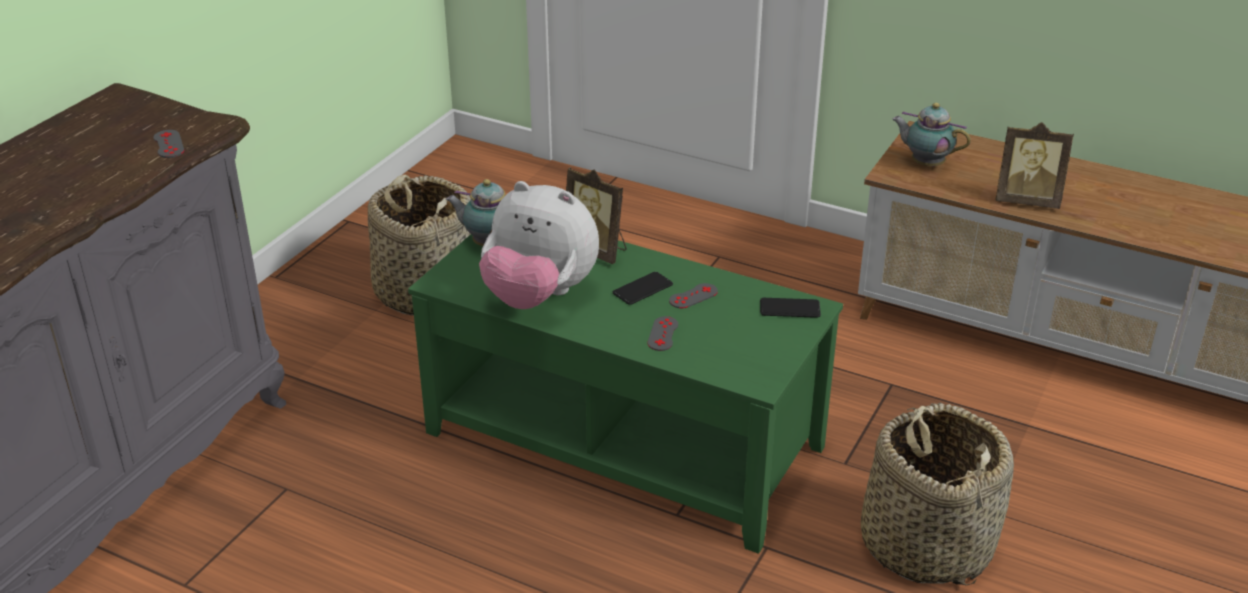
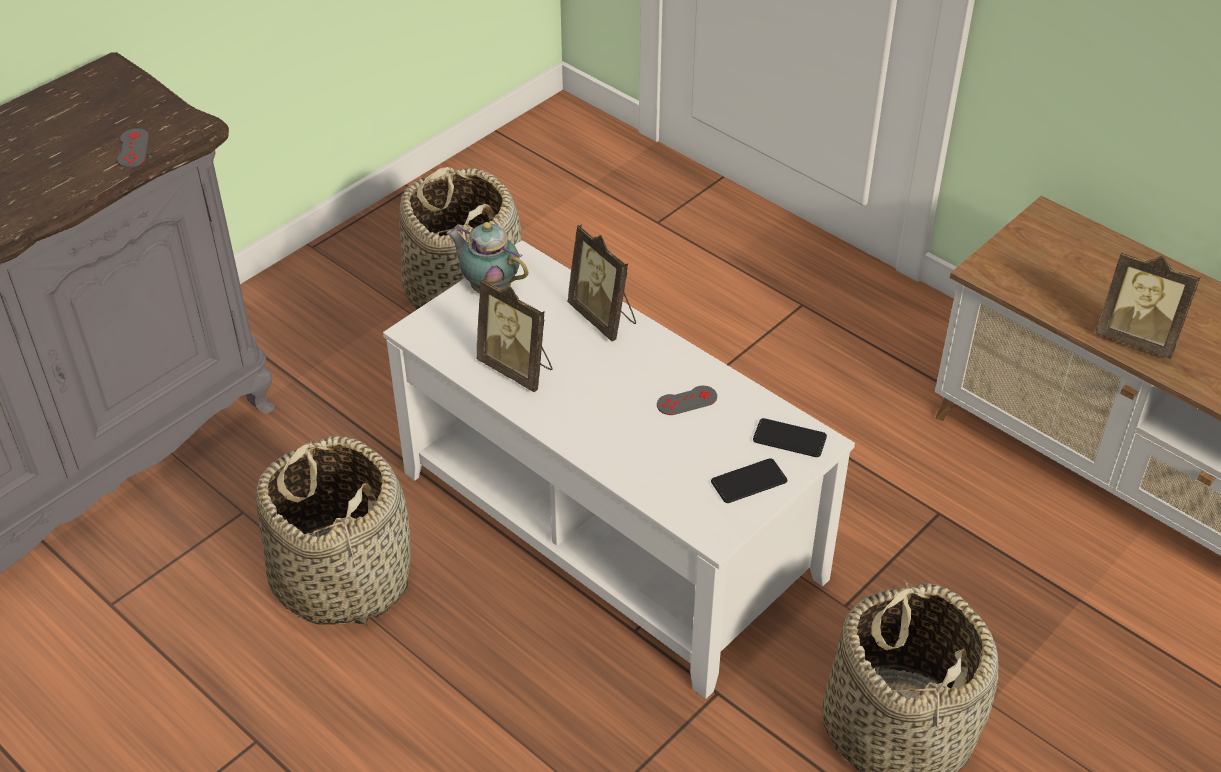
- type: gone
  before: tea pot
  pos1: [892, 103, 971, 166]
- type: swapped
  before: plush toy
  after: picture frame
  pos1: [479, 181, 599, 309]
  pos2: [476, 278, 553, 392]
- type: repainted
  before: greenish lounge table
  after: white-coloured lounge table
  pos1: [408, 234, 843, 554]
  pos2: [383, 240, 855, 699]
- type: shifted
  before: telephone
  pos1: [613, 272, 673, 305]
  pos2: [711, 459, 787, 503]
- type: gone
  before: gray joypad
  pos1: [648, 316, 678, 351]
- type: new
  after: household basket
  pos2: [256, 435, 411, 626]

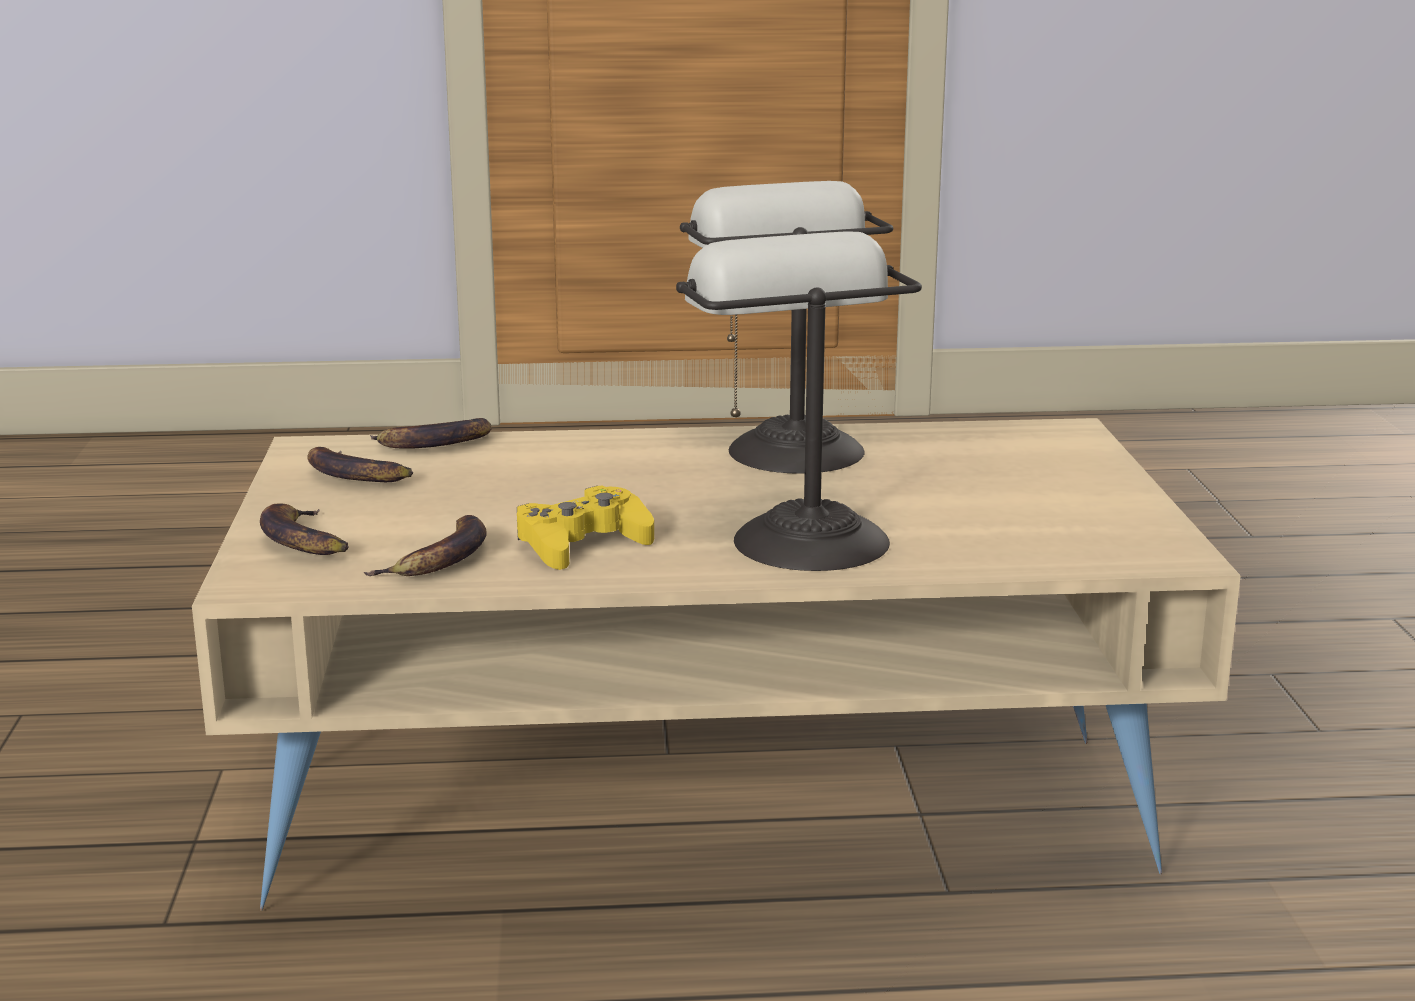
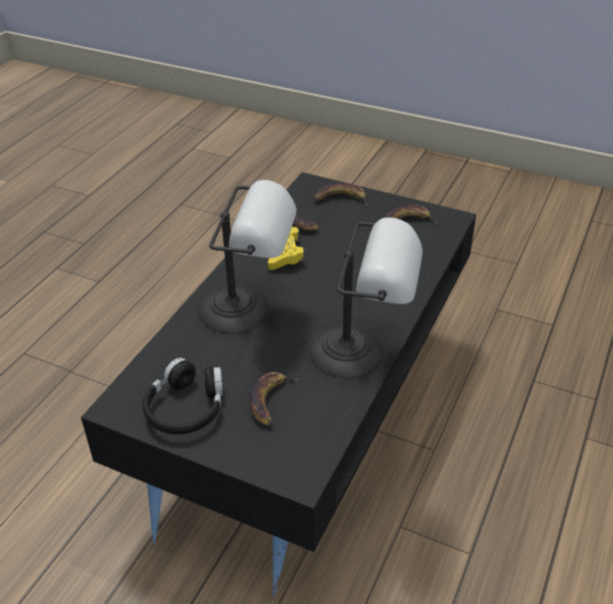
- type: repainted
  before: beige-coloured lounge table
  after: blackish lounge table
  pos1: [192, 418, 1241, 911]
  pos2: [81, 172, 476, 600]
- type: shifted
  before: banana fruit
  pos1: [370, 418, 492, 449]
  pos2: [250, 372, 299, 426]
- type: new
  after: blackish headphones
  pos2: [143, 358, 223, 434]

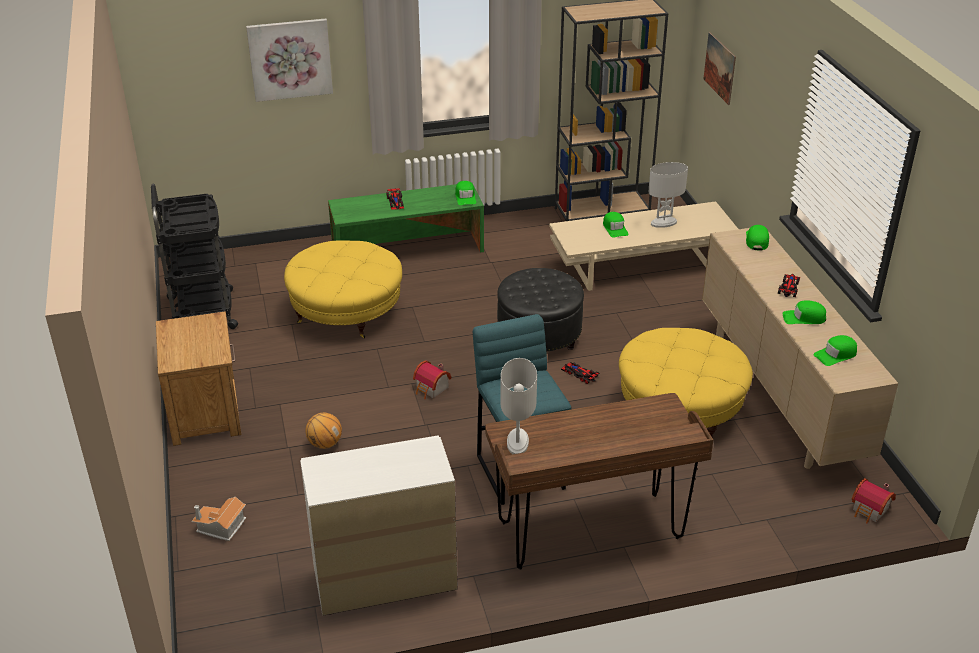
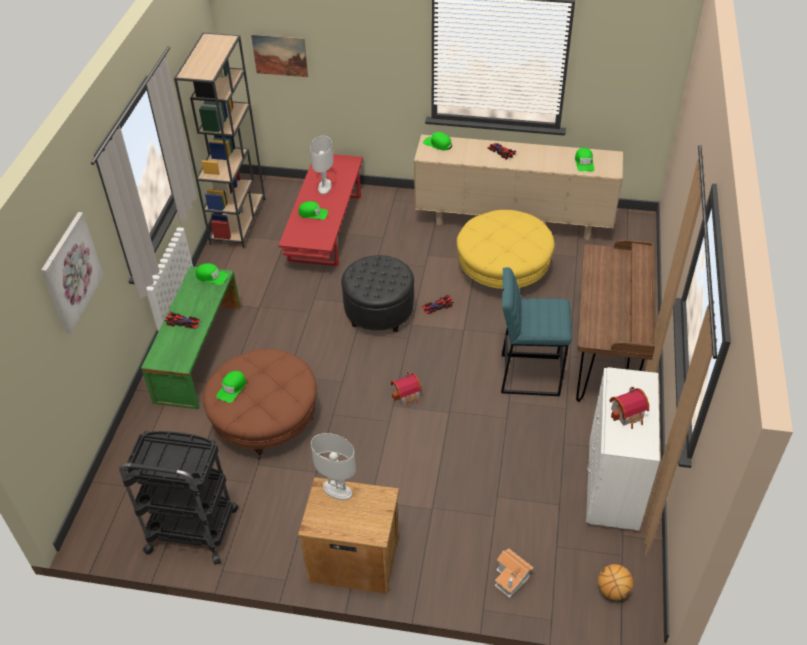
- type: repainted
  before: beige-coloured lounge table
  after: red lounge table
  pos1: [549, 201, 738, 291]
  pos2: [278, 154, 363, 266]
- type: repainted
  before: yellow-coloured ottoman
  after: brownish ottoman
  pos1: [284, 240, 402, 338]
  pos2: [203, 349, 317, 460]
- type: shifted
  before: greenish baseball cap
  pos1: [782, 301, 826, 324]
  pos2: [216, 371, 246, 403]
- type: shifted
  before: white-coloured tabletop lamp
  pos1: [501, 358, 537, 454]
  pos2: [311, 433, 356, 500]
- type: shifted
  before: basketball
  pos1: [306, 413, 342, 449]
  pos2: [598, 564, 633, 600]
- type: shifted
  before: miniature house
  pos1: [851, 478, 896, 523]
  pos2: [609, 387, 649, 429]

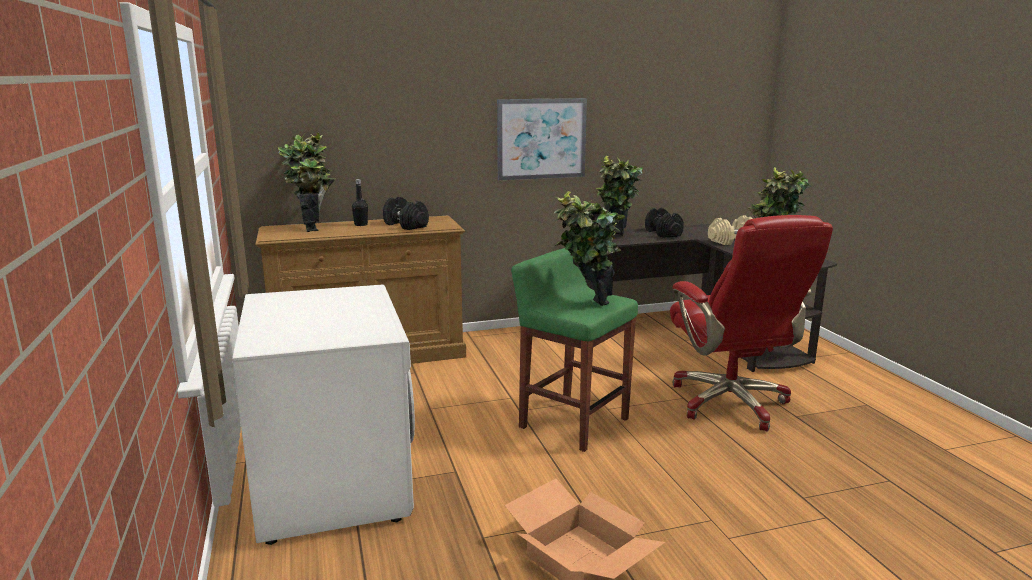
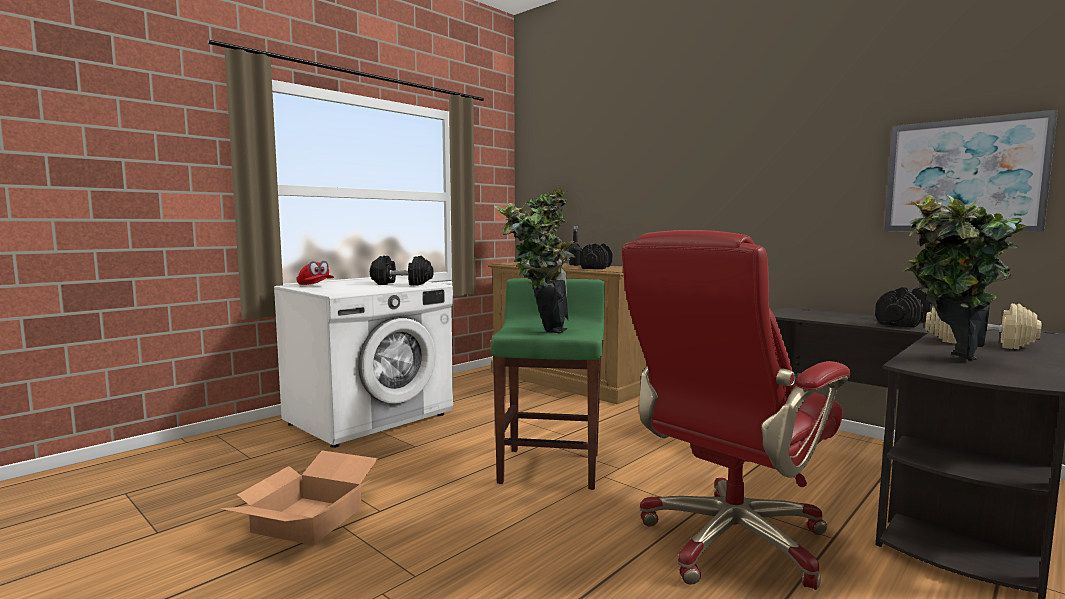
- type: shifted
  before: wall art
  pos1: [497, 98, 587, 181]
  pos2: [884, 109, 1058, 232]
- type: gone
  before: plant in a pot
  pos1: [596, 156, 643, 236]
- type: new
  after: blackish free weight
  pos2: [370, 256, 434, 285]
- type: new
  after: red baseball cap
  pos2: [296, 261, 334, 285]

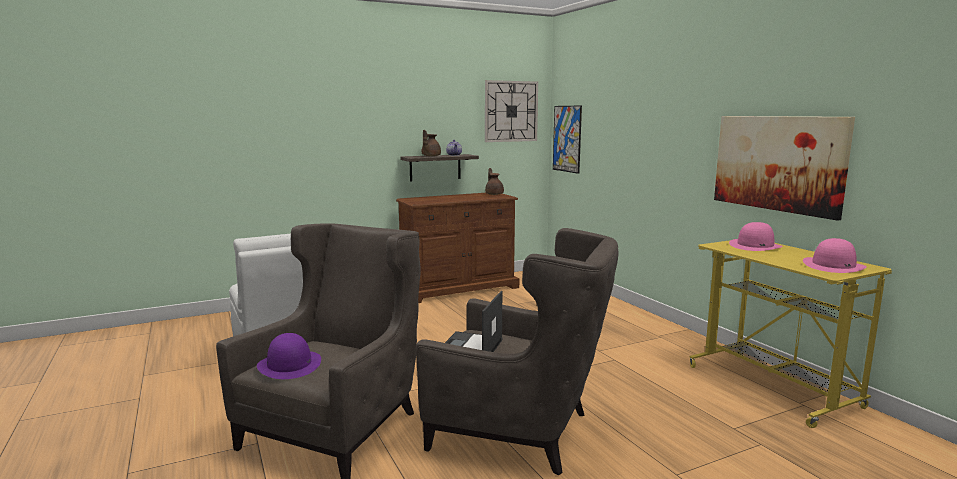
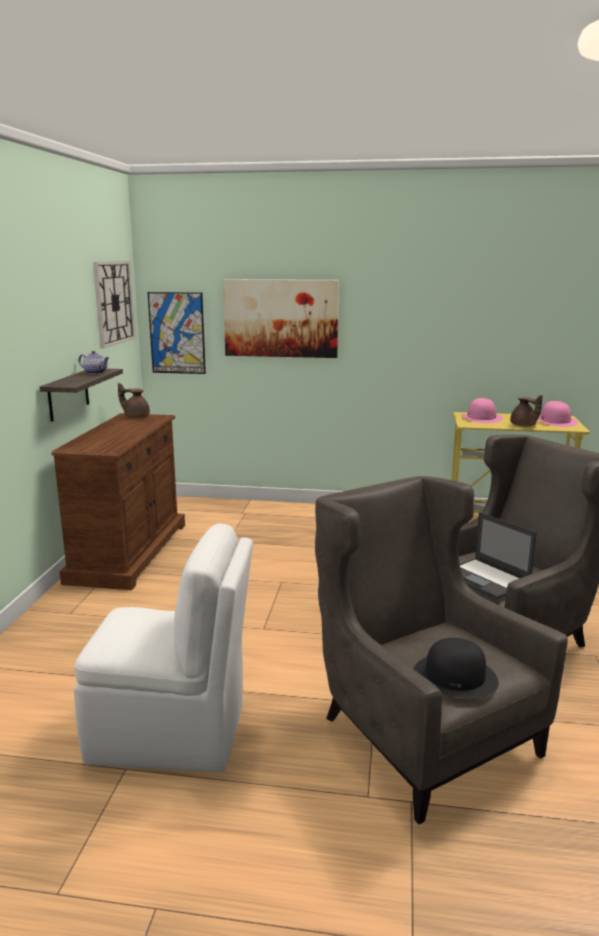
- type: shifted
  before: wall art
  pos1: [714, 116, 855, 221]
  pos2: [223, 279, 339, 358]
- type: shifted
  before: brownish tea pot
  pos1: [422, 130, 441, 156]
  pos2: [510, 395, 543, 427]
- type: repainted
  before: purple-coloured hat
  after: blackish hat
  pos1: [257, 333, 321, 379]
  pos2: [413, 638, 499, 698]

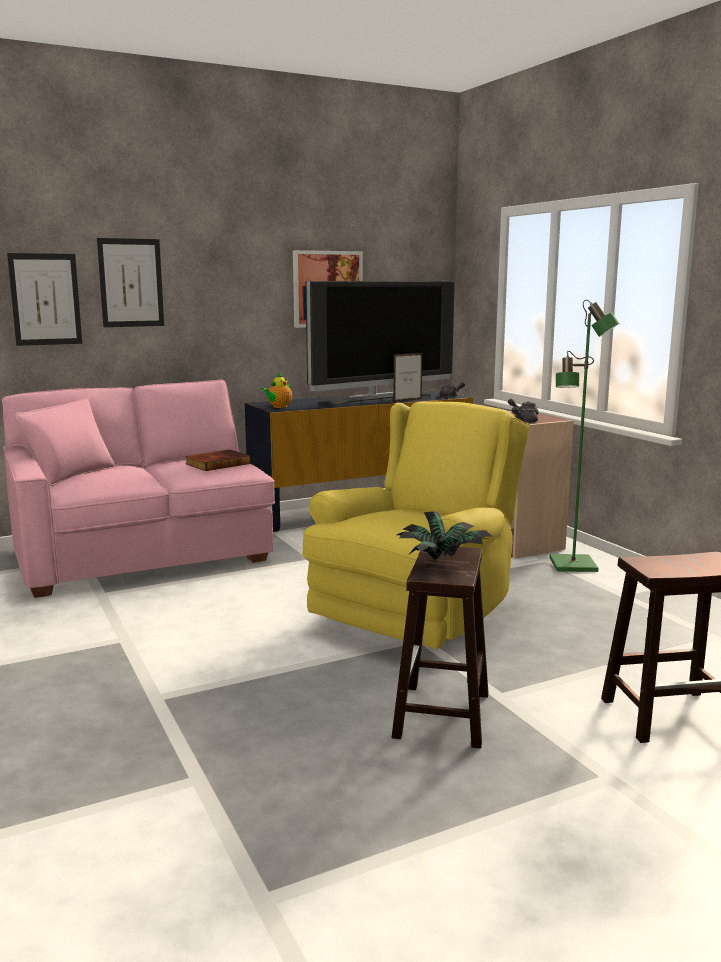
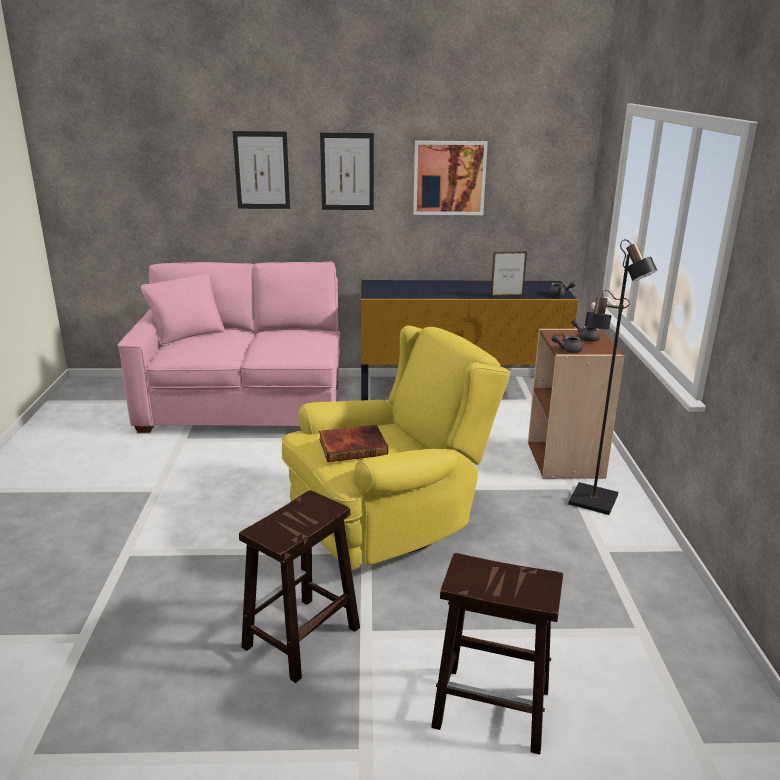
- type: shifted
  before: wall art
  pos1: [7, 253, 82, 346]
  pos2: [320, 133, 374, 210]
- type: gone
  before: TV
  pos1: [306, 281, 455, 406]
- type: repainted
  before: greenish floor lamp
  after: blackish floor lamp
  pos1: [549, 300, 619, 572]
  pos2: [568, 239, 657, 515]
- type: gone
  before: tea pot
  pos1: [261, 372, 292, 408]
- type: shifted
  before: volume
  pos1: [185, 449, 251, 471]
  pos2: [319, 425, 388, 462]
- type: gone
  before: plant in a pot
  pos1: [397, 511, 492, 560]

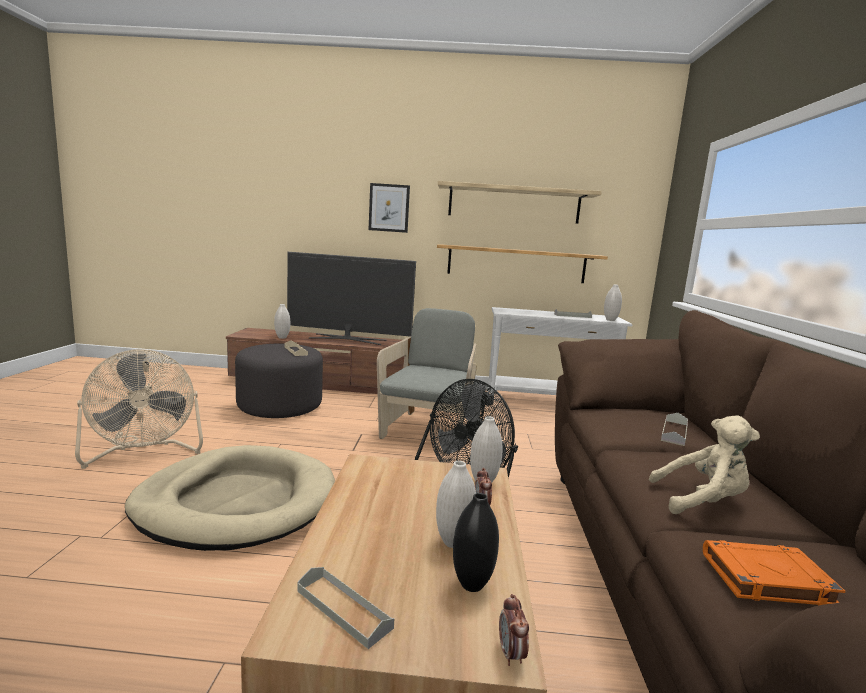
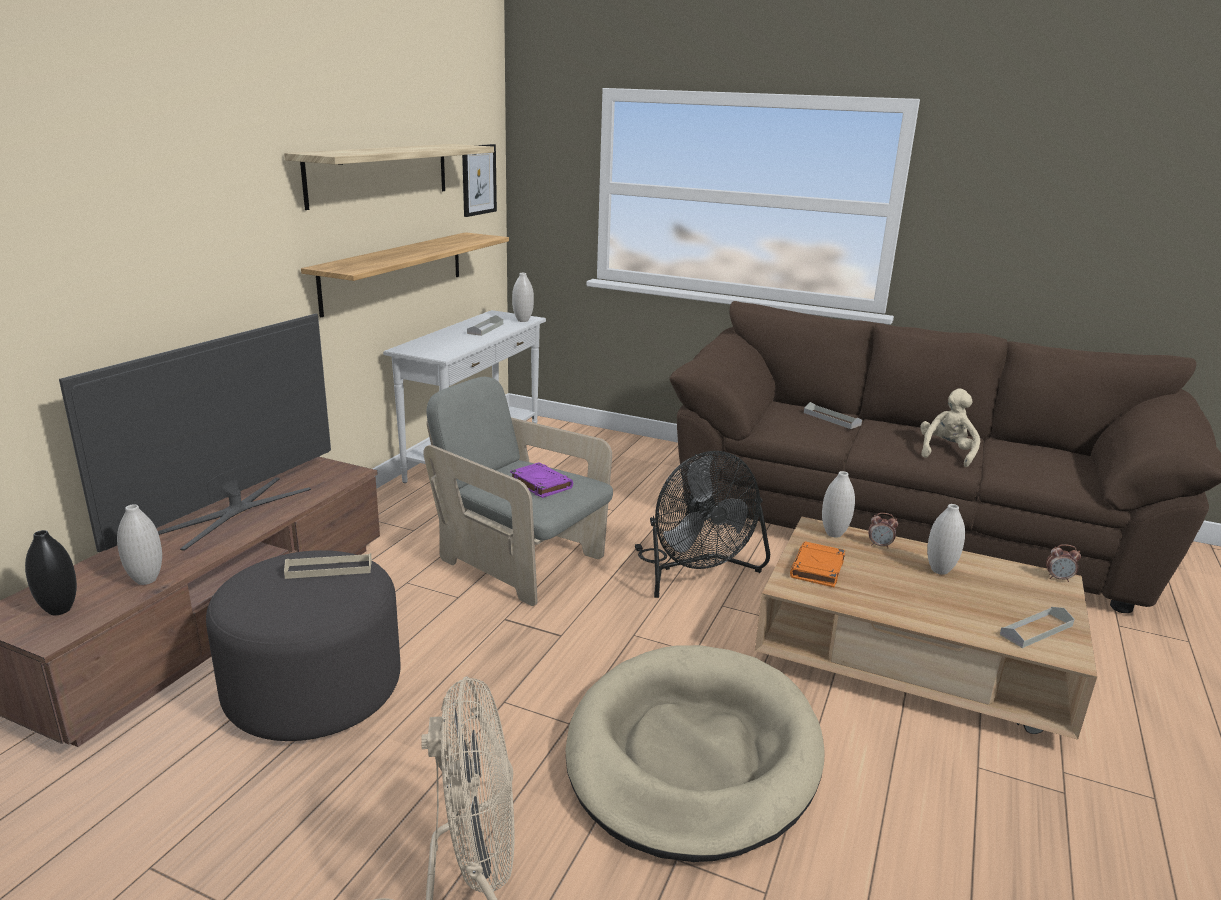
- type: shifted
  before: wall art
  pos1: [369, 183, 410, 233]
  pos2: [462, 144, 497, 217]
- type: shifted
  before: blackish flower vase
  pos1: [453, 493, 499, 592]
  pos2: [25, 530, 77, 615]
- type: shifted
  before: orangey volume
  pos1: [703, 540, 845, 606]
  pos2: [790, 542, 845, 587]
- type: new
  after: purple-coloured volume
  pos2: [510, 463, 573, 498]

